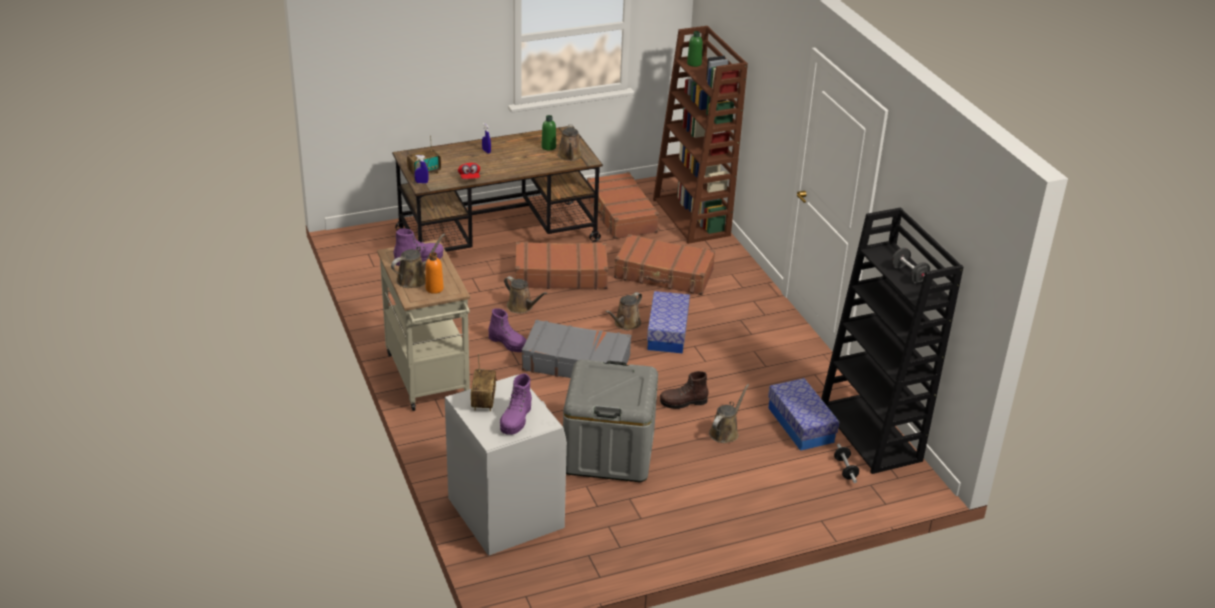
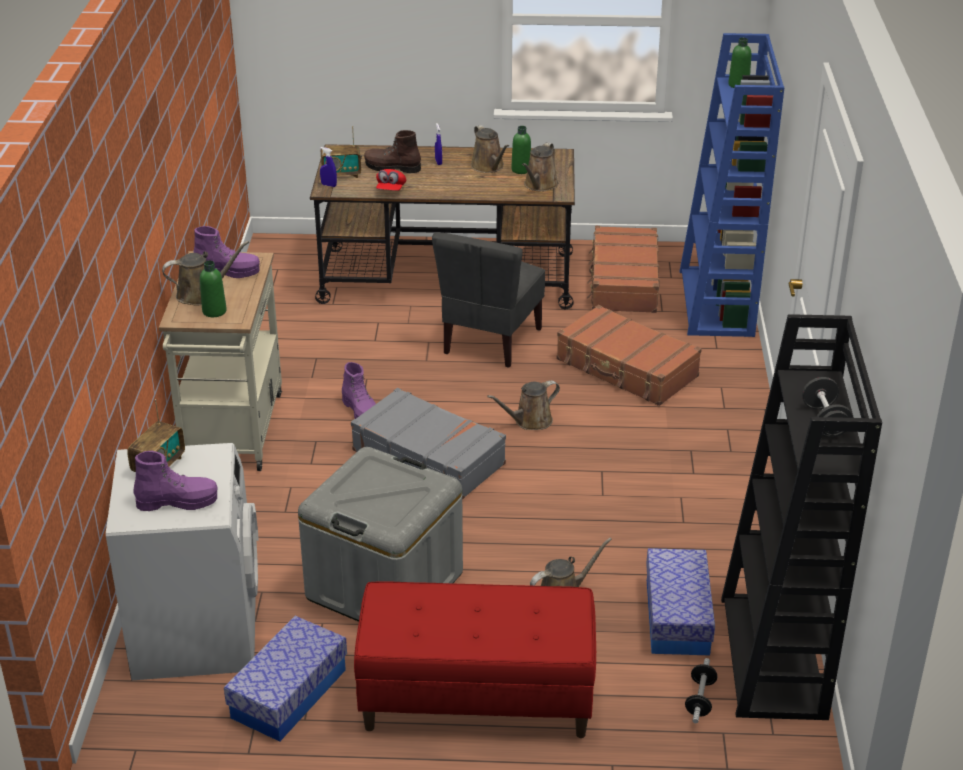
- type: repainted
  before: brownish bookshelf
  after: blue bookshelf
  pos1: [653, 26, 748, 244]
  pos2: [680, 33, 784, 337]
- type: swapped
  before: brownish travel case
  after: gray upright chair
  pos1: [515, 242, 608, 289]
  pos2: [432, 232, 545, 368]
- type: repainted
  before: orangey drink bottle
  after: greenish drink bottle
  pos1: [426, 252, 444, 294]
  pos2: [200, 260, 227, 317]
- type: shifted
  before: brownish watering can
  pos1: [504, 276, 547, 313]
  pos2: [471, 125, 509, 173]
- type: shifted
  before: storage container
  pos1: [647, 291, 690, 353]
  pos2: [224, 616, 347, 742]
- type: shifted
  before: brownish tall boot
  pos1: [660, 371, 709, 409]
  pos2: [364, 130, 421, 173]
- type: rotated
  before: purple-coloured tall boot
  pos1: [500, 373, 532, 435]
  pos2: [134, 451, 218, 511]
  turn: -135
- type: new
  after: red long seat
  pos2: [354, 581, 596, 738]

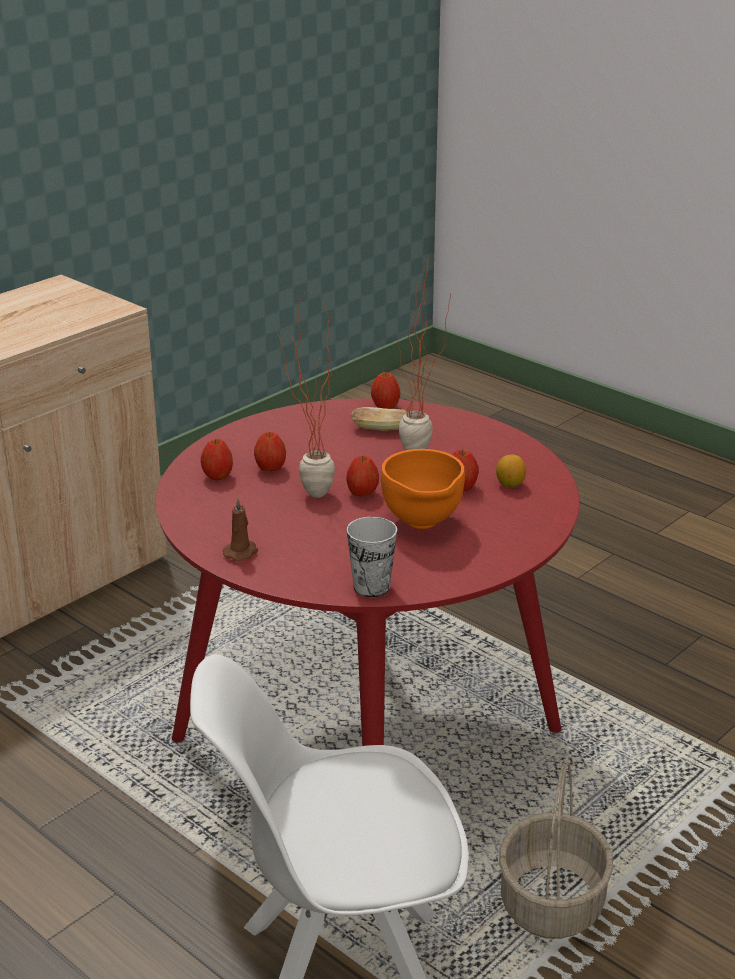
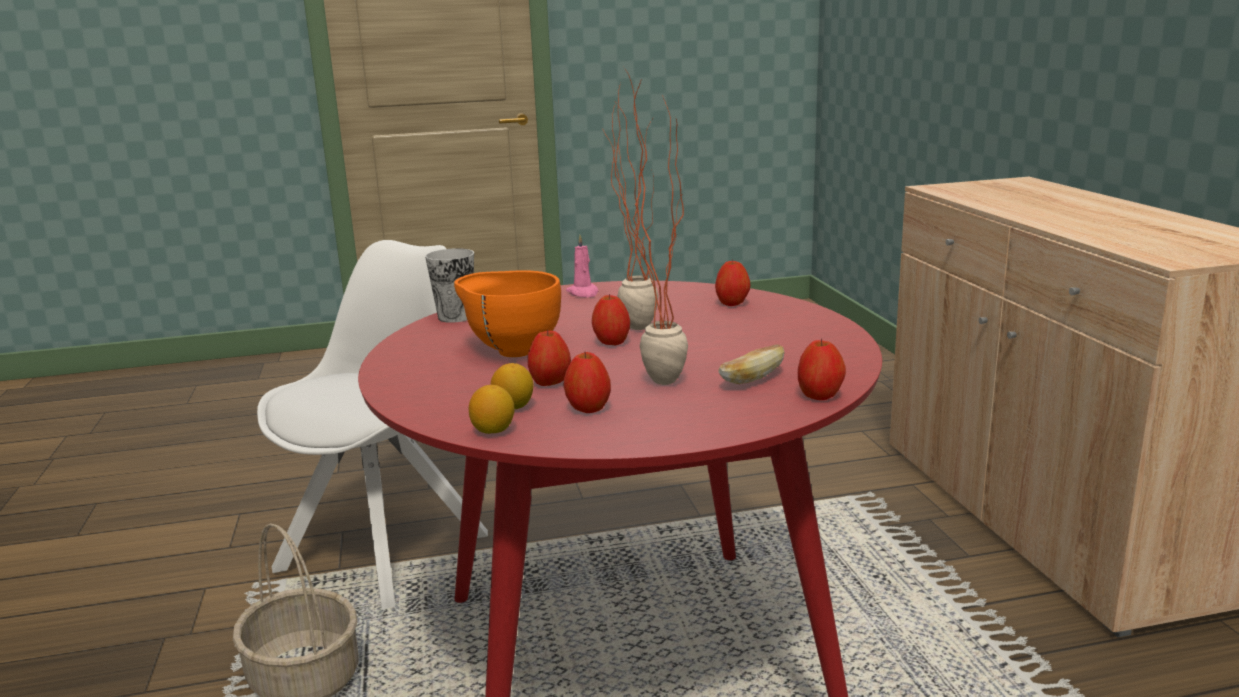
- type: shifted
  before: whole apple
  pos1: [254, 432, 286, 471]
  pos2: [564, 352, 611, 413]
- type: repainted
  before: brownish wax candle
  after: pink-coloured wax candle
  pos1: [222, 497, 258, 561]
  pos2: [566, 235, 598, 298]
- type: new
  after: lemon
  pos2: [469, 385, 515, 434]

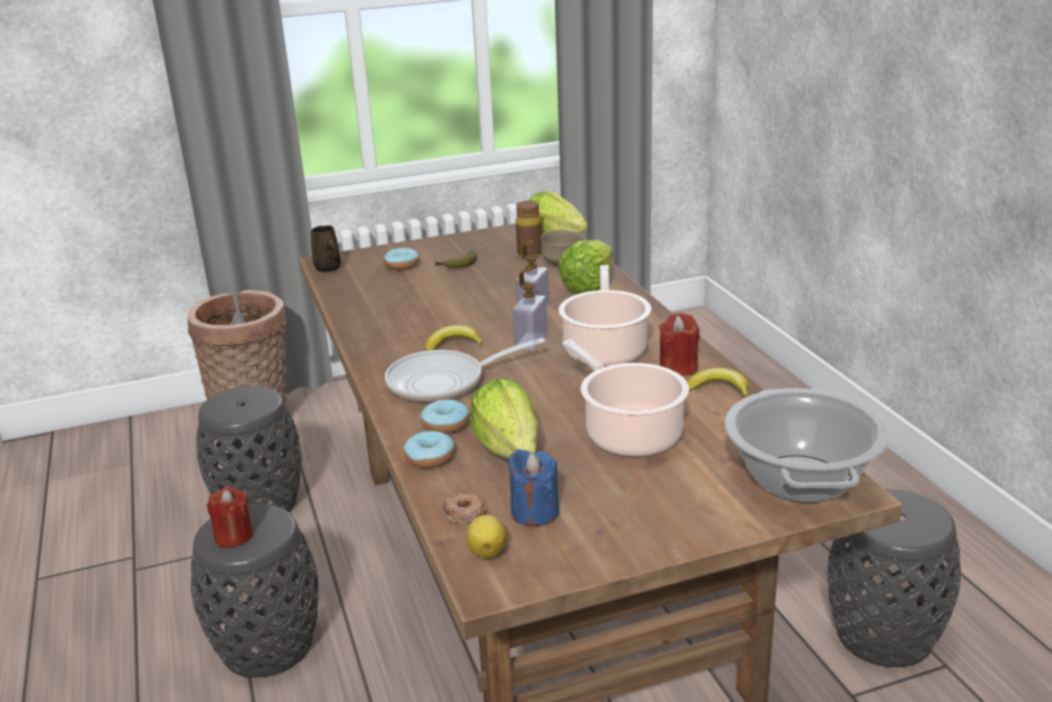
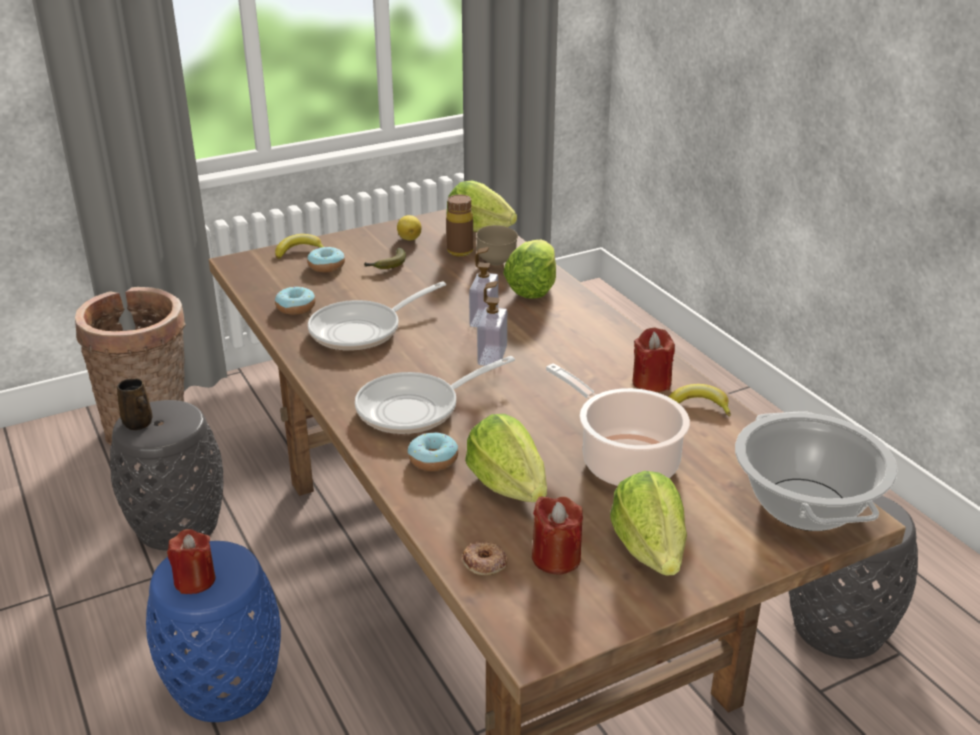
- type: shifted
  before: brownish mug
  pos1: [311, 225, 341, 272]
  pos2: [117, 379, 153, 430]
- type: gone
  before: saucepot
  pos1: [559, 265, 651, 367]
- type: shifted
  before: banana fruit
  pos1: [426, 325, 484, 351]
  pos2: [275, 234, 324, 259]
- type: shifted
  before: ring doughnut
  pos1: [404, 431, 455, 468]
  pos2: [275, 287, 316, 315]
- type: repainted
  before: blue wax candle
  after: red wax candle
  pos1: [508, 449, 559, 527]
  pos2: [532, 497, 583, 575]
- type: repainted
  before: gray stool seat
  after: blue stool seat
  pos1: [191, 504, 319, 678]
  pos2: [146, 541, 281, 722]
- type: shifted
  before: lemon
  pos1: [466, 515, 506, 558]
  pos2: [397, 215, 421, 240]
- type: new
  after: skillet
  pos2: [308, 281, 446, 351]
- type: new
  after: head of lettuce
  pos2: [610, 471, 687, 575]

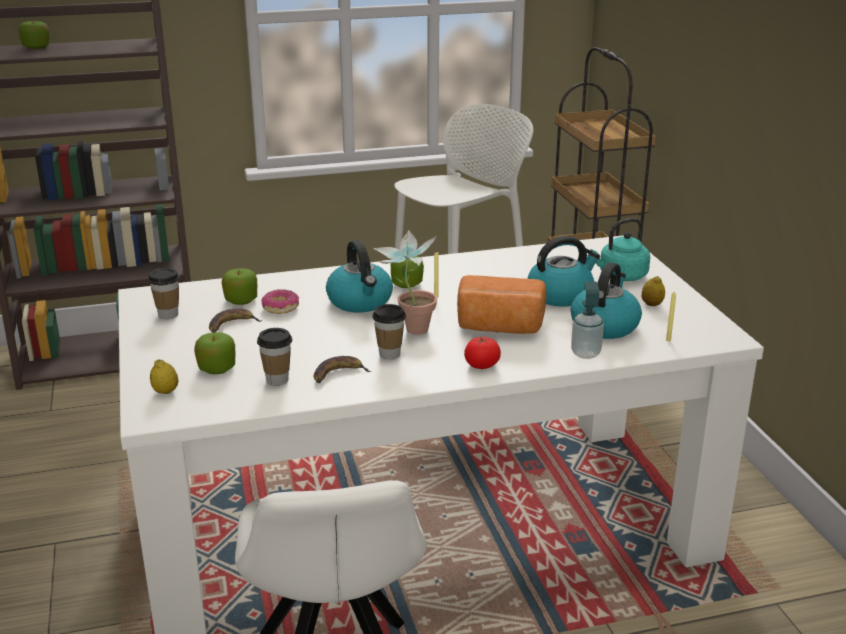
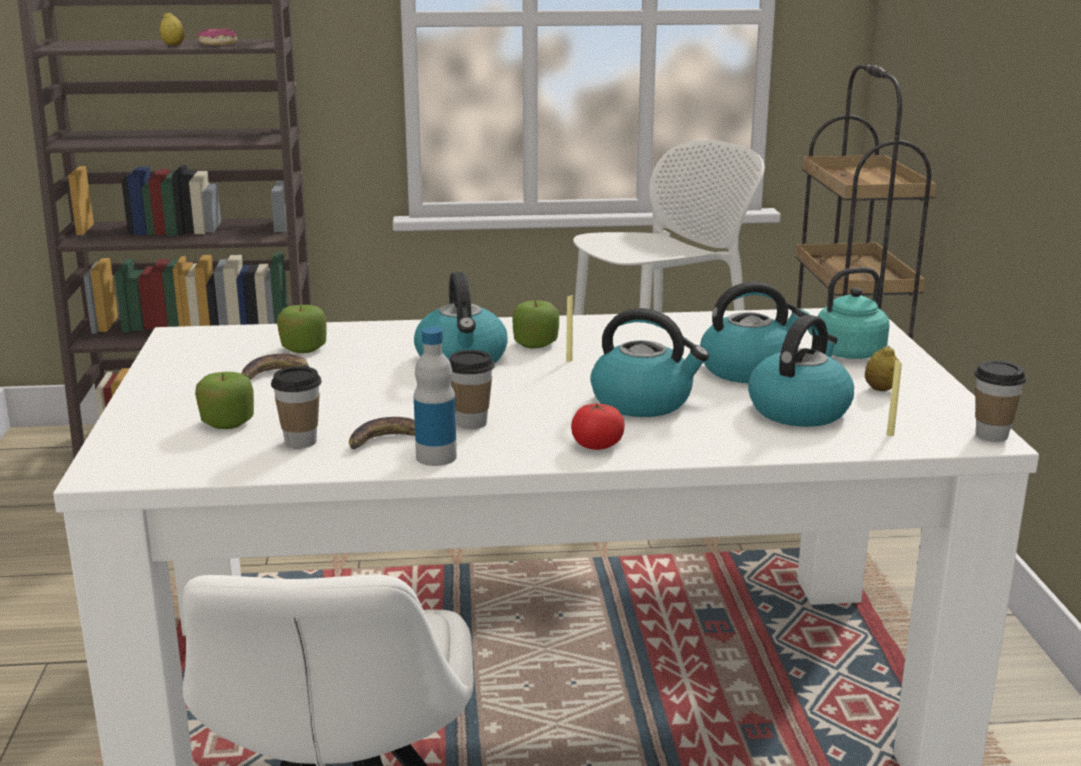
- type: gone
  before: whole apple
  pos1: [19, 20, 50, 49]
- type: gone
  before: plant in a pot
  pos1: [373, 230, 437, 335]
- type: shifted
  before: small cup
  pos1: [148, 268, 180, 319]
  pos2: [974, 361, 1026, 442]
- type: swapped
  before: baked bread
  after: kettle
  pos1: [457, 275, 546, 334]
  pos2: [590, 308, 709, 417]
- type: gone
  before: soap dispenser
  pos1: [571, 281, 604, 359]
- type: shifted
  before: ring doughnut
  pos1: [261, 289, 299, 314]
  pos2: [197, 28, 237, 45]
- type: shifted
  before: lemon
  pos1: [150, 359, 179, 394]
  pos2: [160, 12, 185, 46]
- type: new
  after: drink bottle
  pos2: [414, 327, 457, 466]

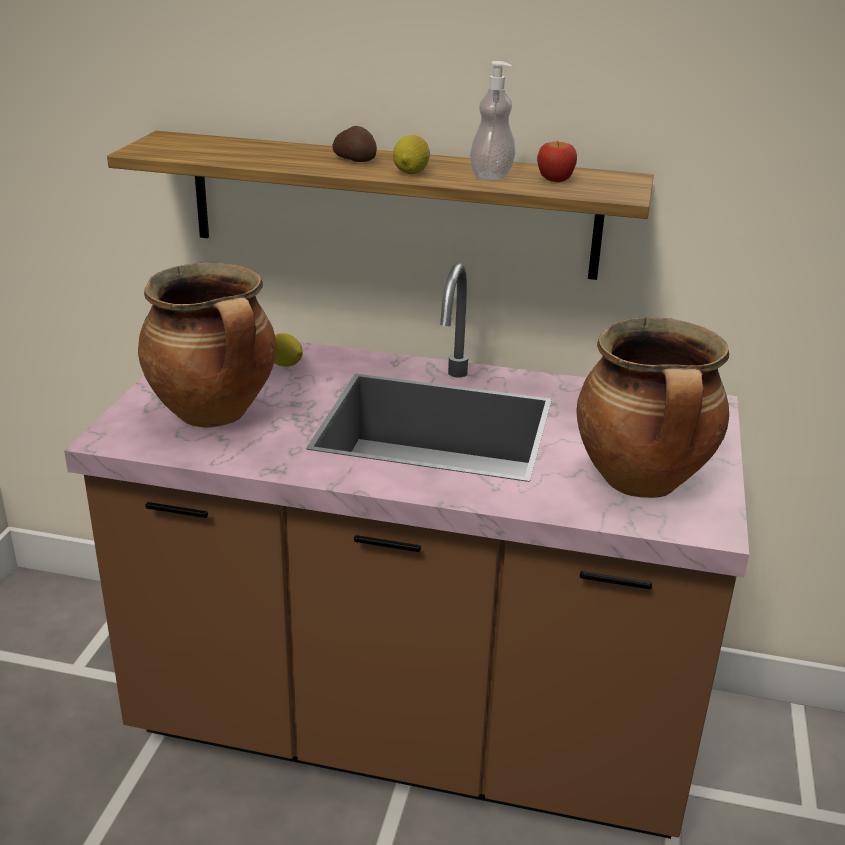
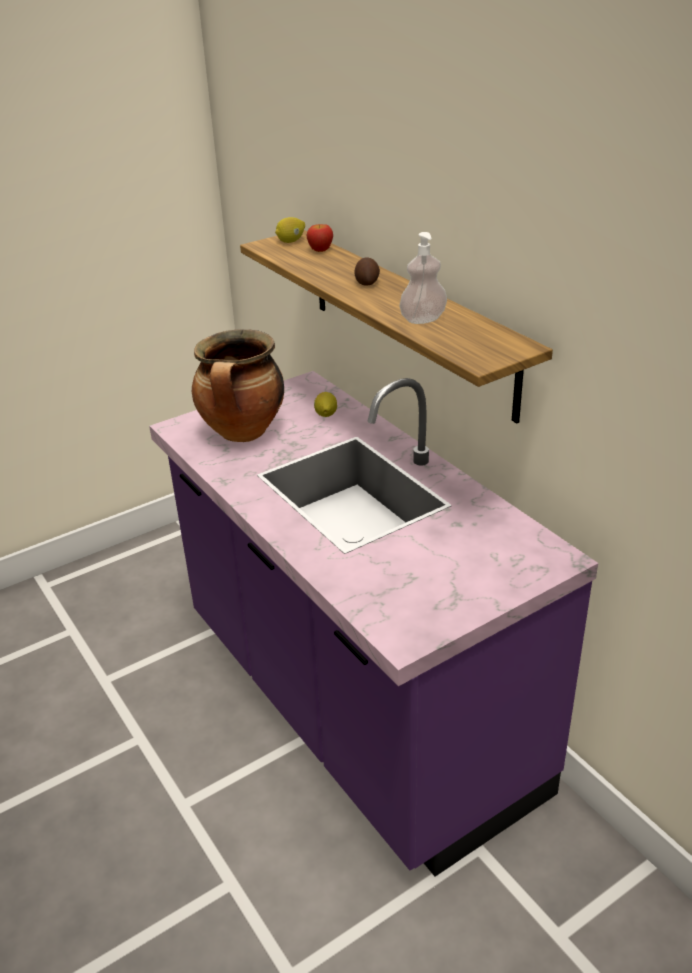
- type: shifted
  before: lemon
  pos1: [393, 135, 430, 174]
  pos2: [275, 217, 305, 243]
- type: shifted
  before: whole apple
  pos1: [537, 141, 577, 182]
  pos2: [307, 224, 333, 252]
- type: repainted
  before: brownish kitchen counter
  after: purple-coloured kitchen counter
  pos1: [64, 263, 749, 839]
  pos2: [149, 371, 598, 877]
- type: gone
  before: saucepot
  pos1: [576, 317, 729, 498]

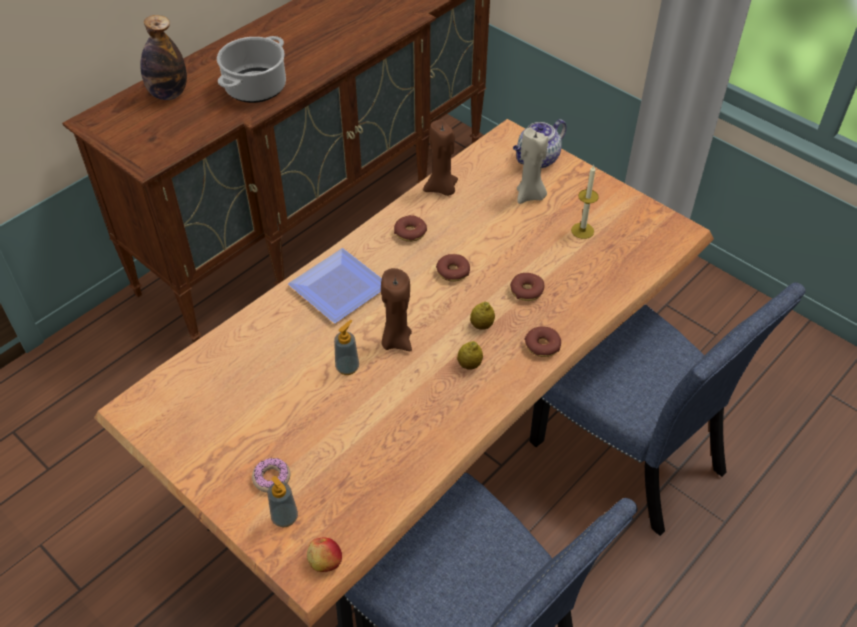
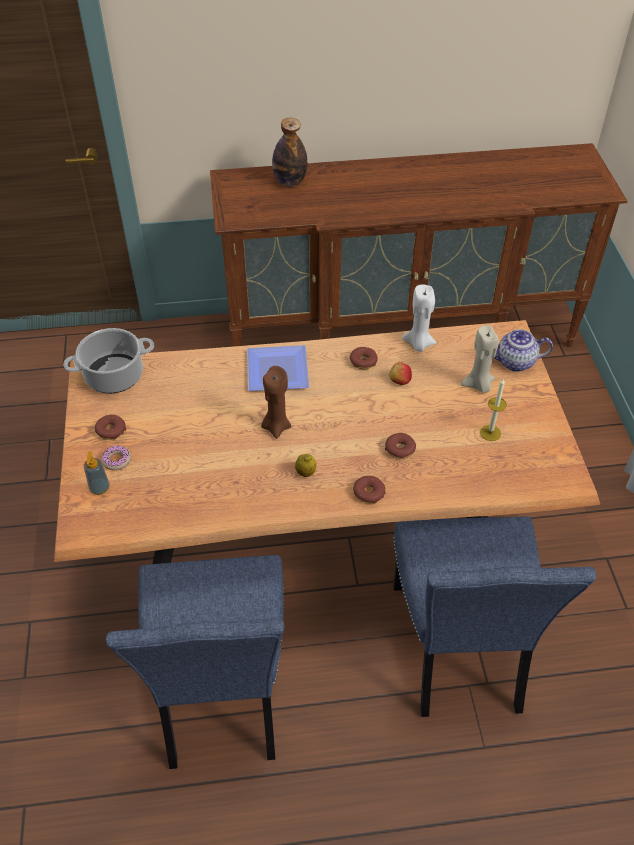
- type: shifted
  before: saucepot
  pos1: [217, 36, 286, 103]
  pos2: [63, 328, 154, 394]
- type: repainted
  before: brownish wax candle
  after: white-coloured wax candle
  pos1: [423, 119, 458, 196]
  pos2: [402, 285, 436, 352]
- type: shifted
  before: ring doughnut
  pos1: [436, 254, 470, 282]
  pos2: [95, 415, 126, 440]
- type: gone
  before: lemon
  pos1: [470, 302, 495, 330]
- type: gone
  before: soap dispenser
  pos1: [334, 320, 359, 375]
- type: shifted
  before: whole apple
  pos1: [307, 537, 342, 572]
  pos2: [389, 362, 412, 385]

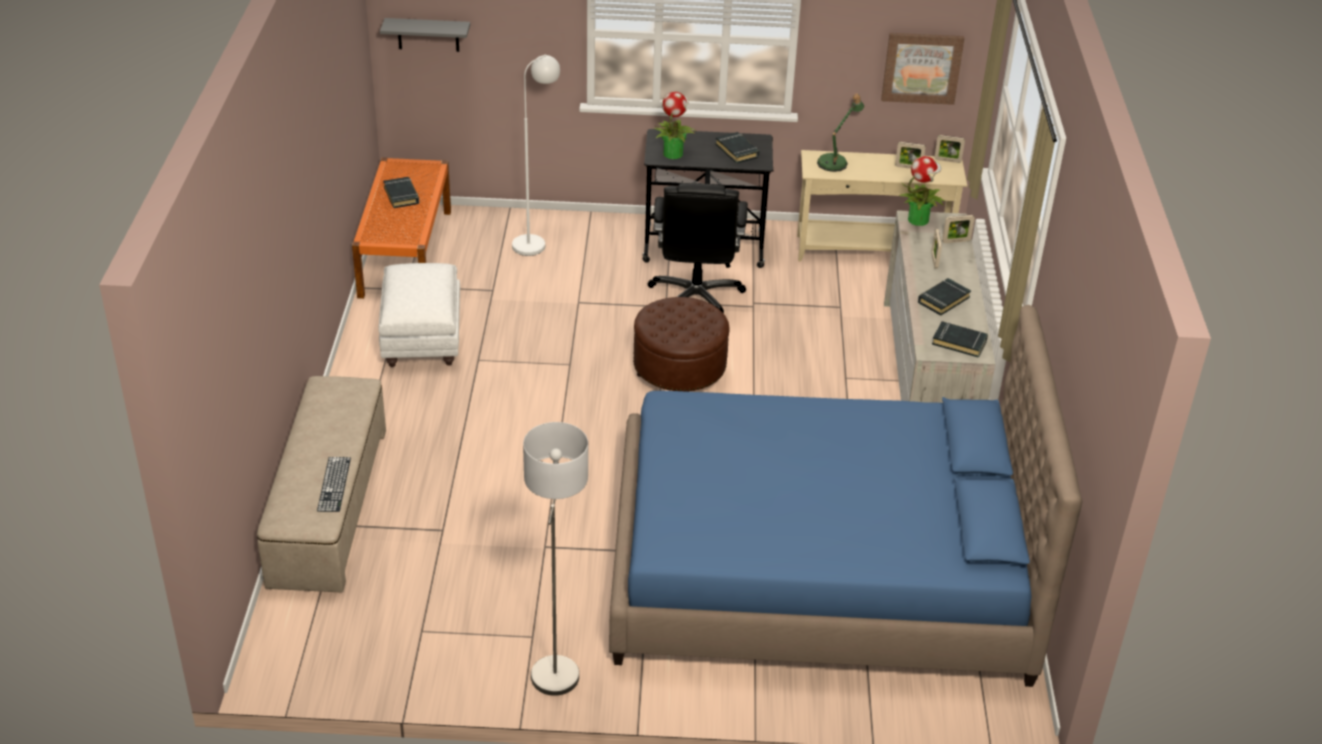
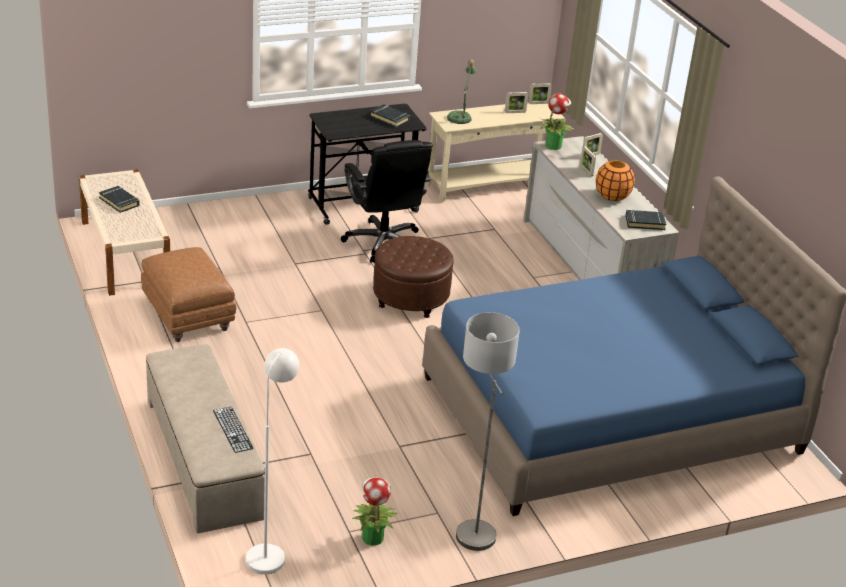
- type: gone
  before: gray shelf
  pos1: [380, 18, 470, 52]
- type: gone
  before: wall art
  pos1: [881, 33, 965, 105]
- type: shifted
  before: white-coloured floor lamp
  pos1: [512, 54, 560, 256]
  pos2: [246, 348, 299, 574]
- type: shifted
  before: plant in a pot
  pos1: [654, 92, 696, 159]
  pos2: [352, 478, 398, 545]
- type: repainted
  before: orangey long seat
  after: beige-coloured long seat
  pos1: [352, 157, 451, 299]
  pos2: [79, 169, 170, 296]
- type: repainted
  before: white-coloured ottoman
  after: brownish ottoman
  pos1: [378, 263, 460, 367]
  pos2: [141, 247, 236, 342]
- type: swapped
  before: blackish volume
  after: orangey flower vase
  pos1: [918, 278, 971, 316]
  pos2: [596, 161, 635, 201]

